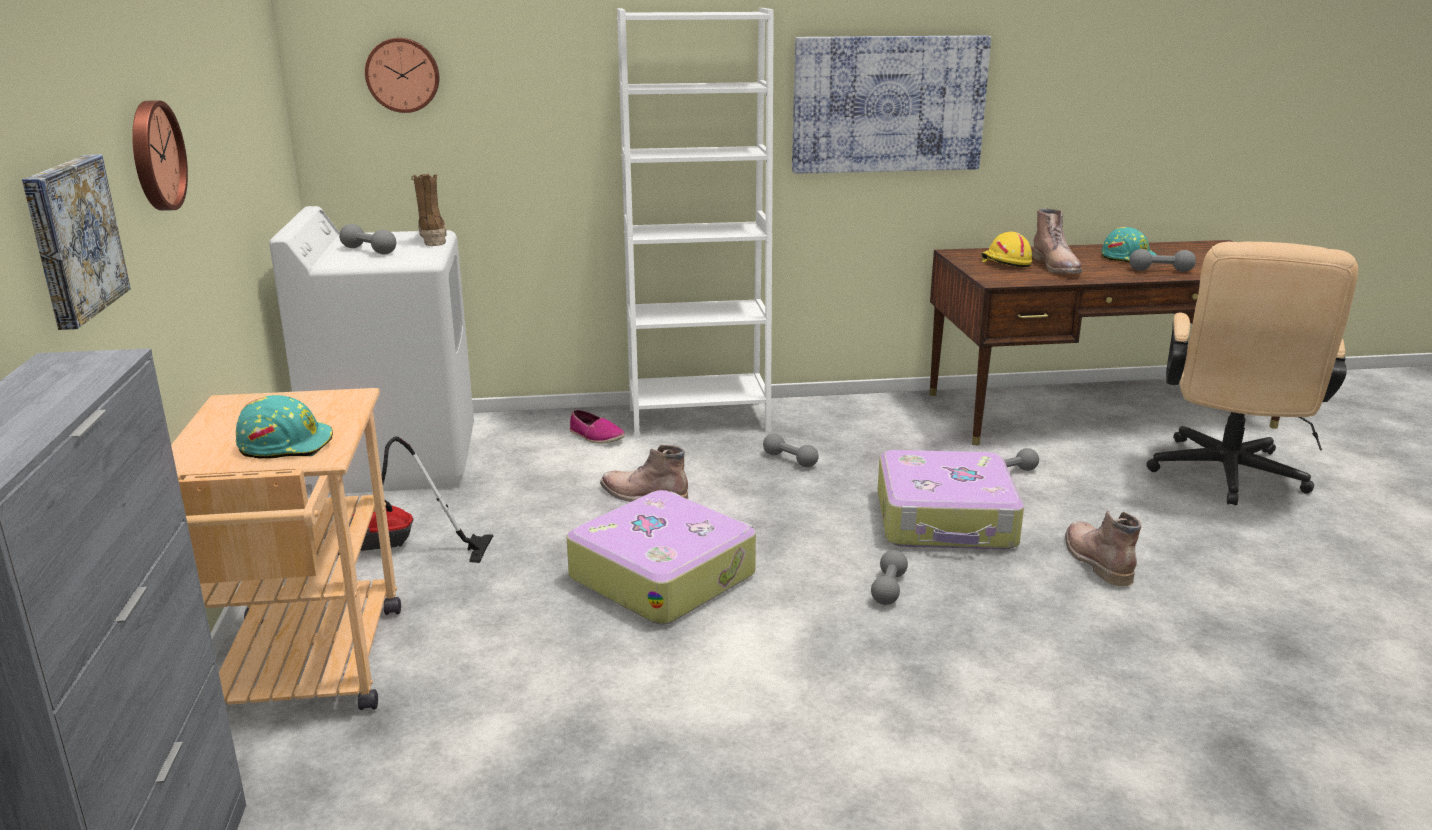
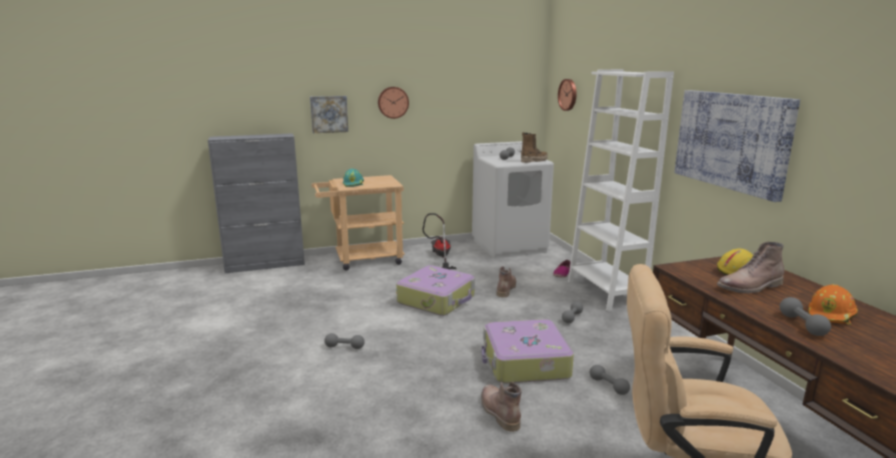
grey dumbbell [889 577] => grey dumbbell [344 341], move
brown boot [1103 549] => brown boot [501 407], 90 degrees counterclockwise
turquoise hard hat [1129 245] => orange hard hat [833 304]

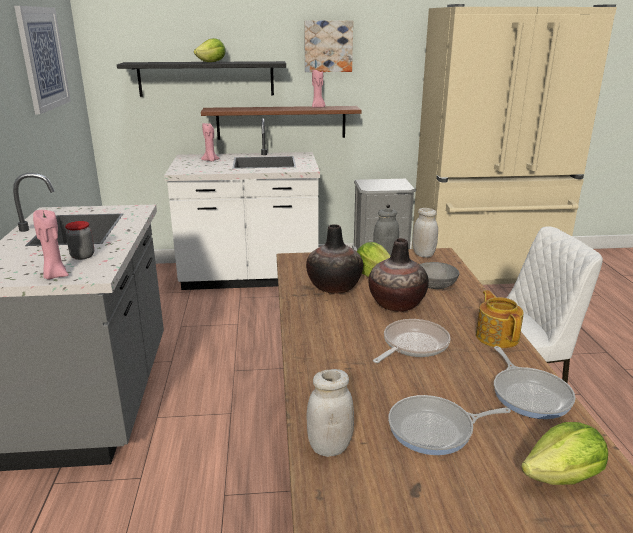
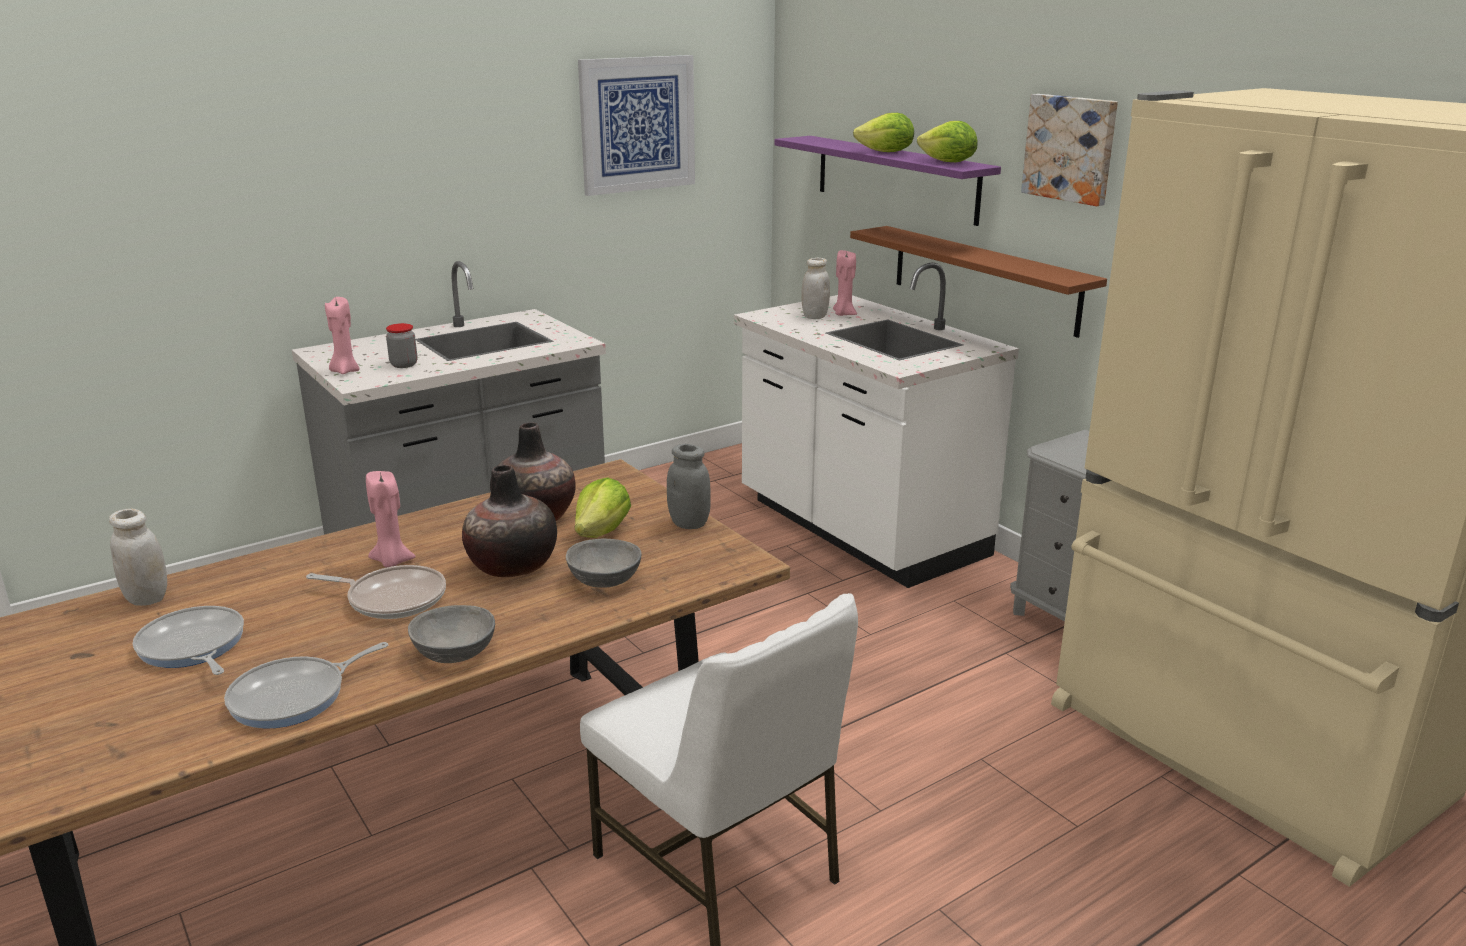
black shelf [201 79] => purple shelf [887 181]
pink candle [318 89] => pink candle [391 519], move
white jar [425 233] => white jar [815 288], move
teapot [500 319] => grey bowl [451 634]
lettuce [564 453] => lettuce [947 141], move

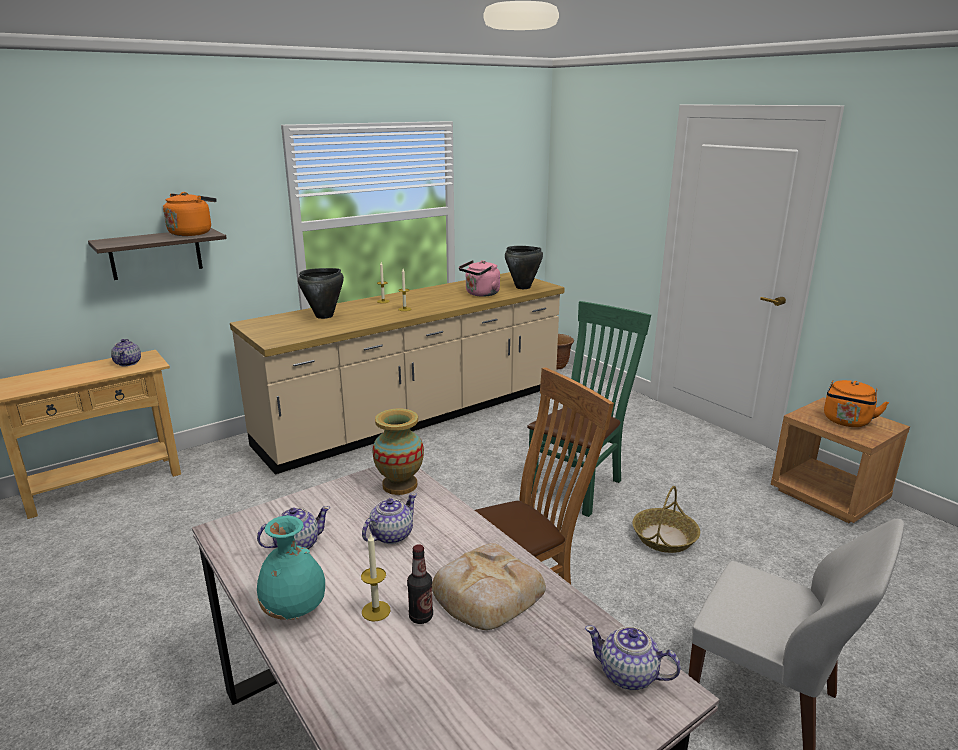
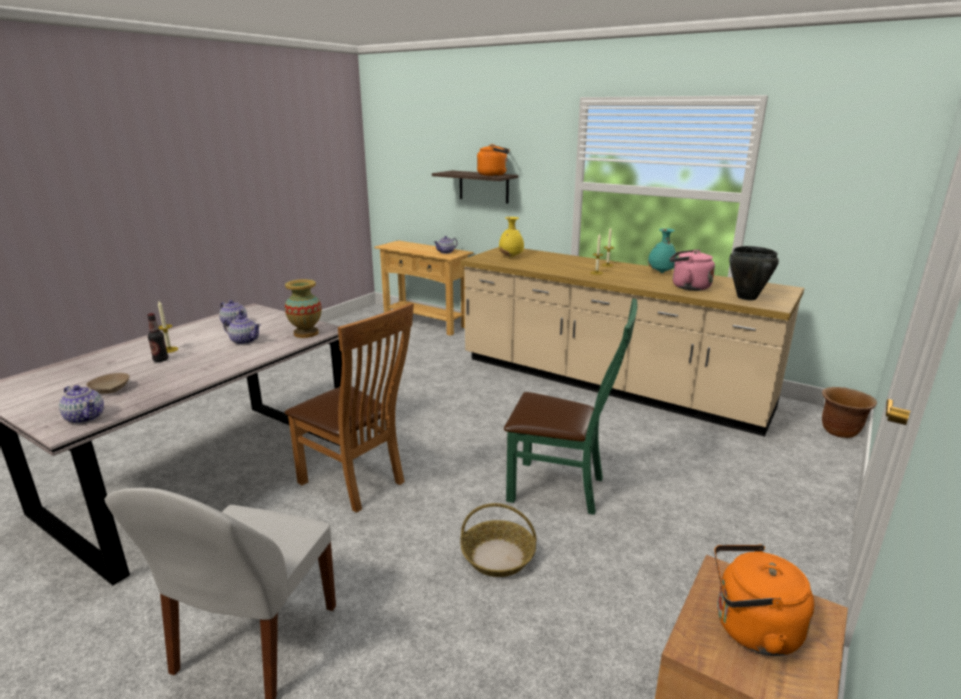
turquoise vase [291 567] => turquoise vase [662 250], move
black cooking pot [321 293] => nothing
bread [489 586] => nothing
teapot [633 657] => teapot [81 404], 120 degrees clockwise
nothing => beige bowl [108 383]
nothing => yellow vase [511 237]

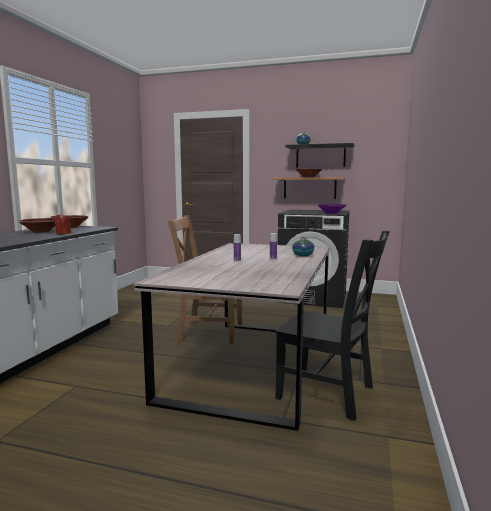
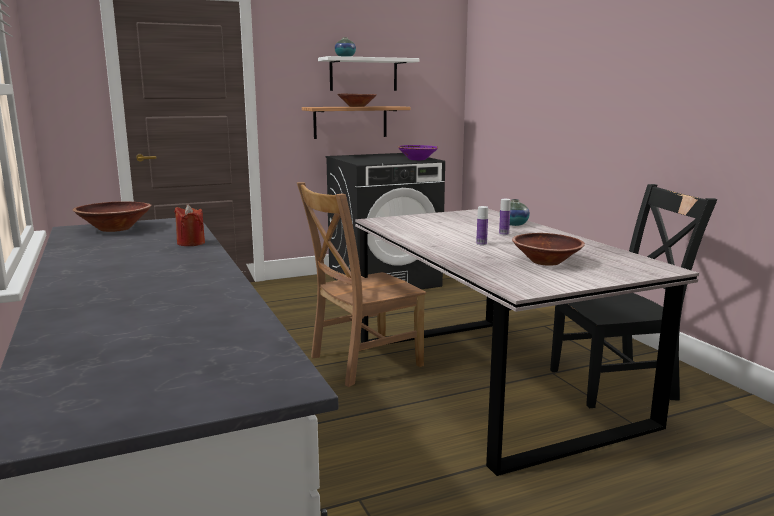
brown bowl [36 225] => brown bowl [548 249], move
black shelf [319 155] => white shelf [369 73]

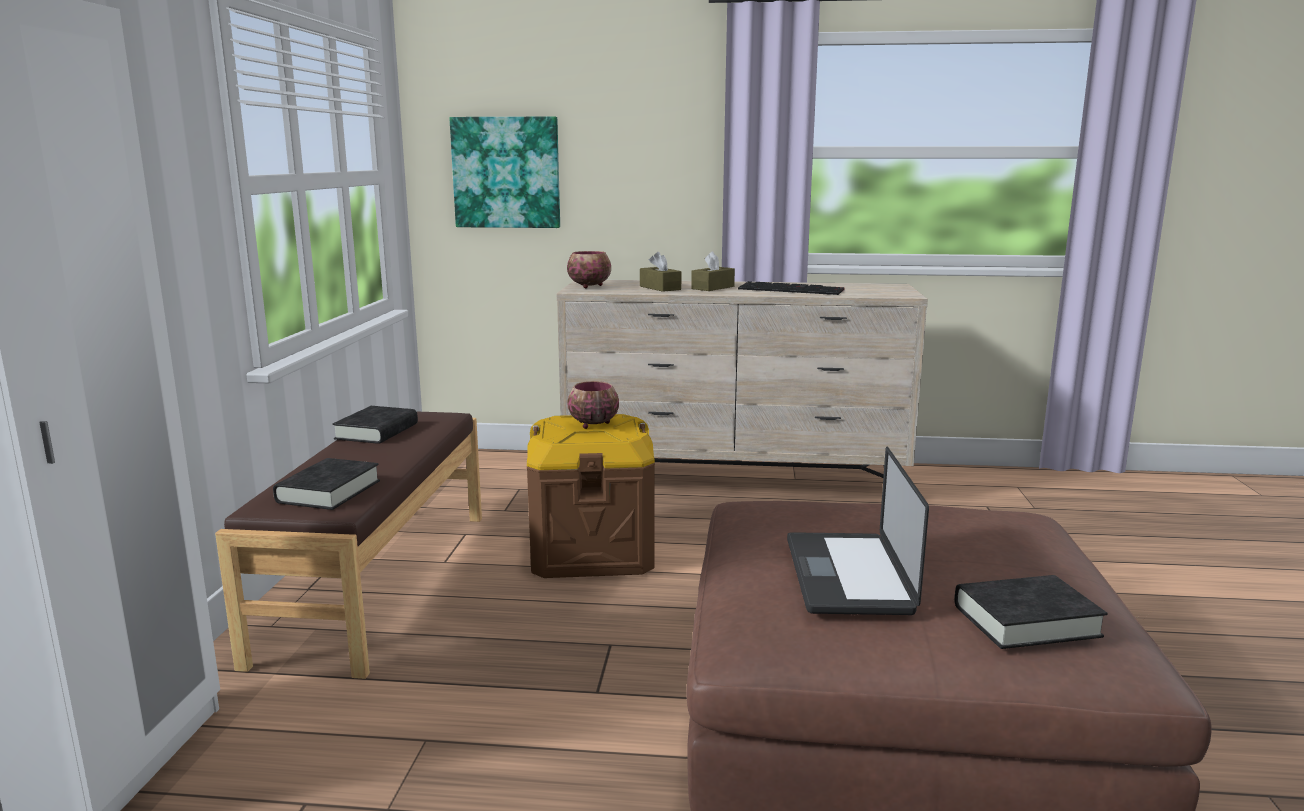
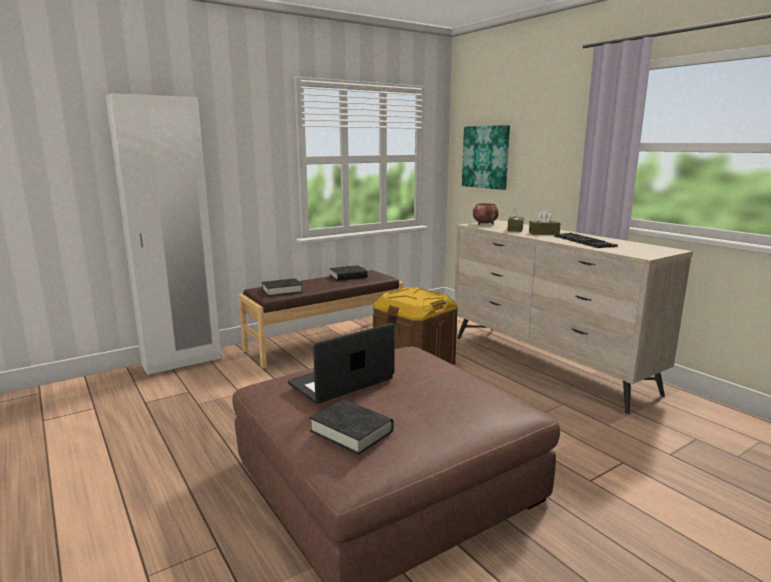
bowl [593 405] => nothing

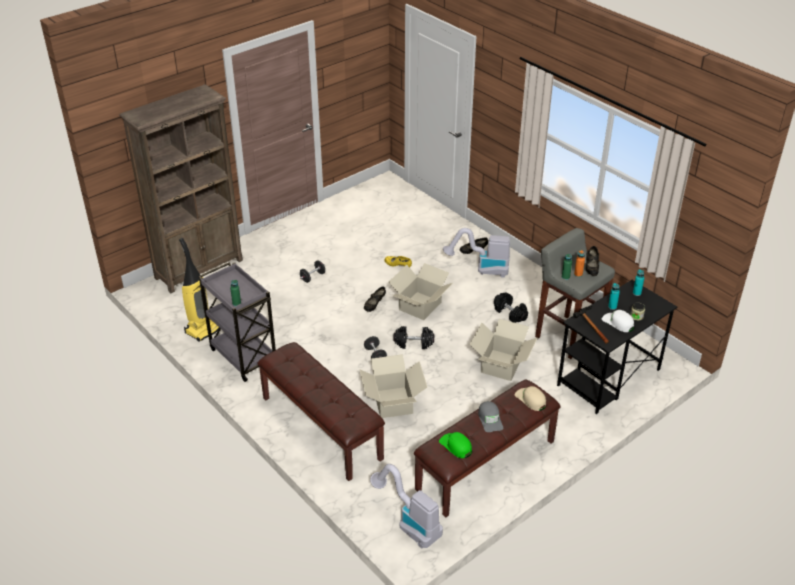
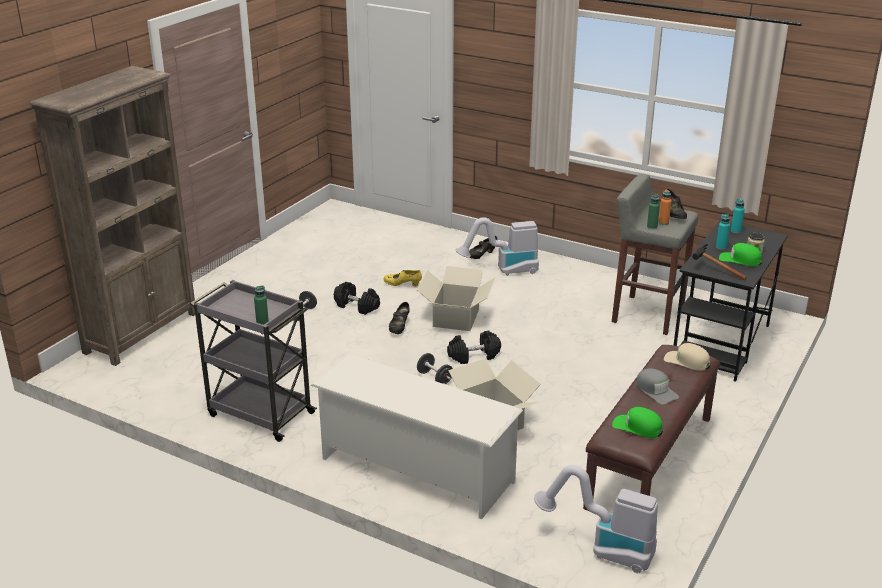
vacuum cleaner [199 290] => nothing
brown bench [321 411] => white shoe rack [417 436]
cardboard box [503 350] => nothing
black dumbbell [511 307] => black dumbbell [357 298], move
white cap [618 321] => green cap [740 254]

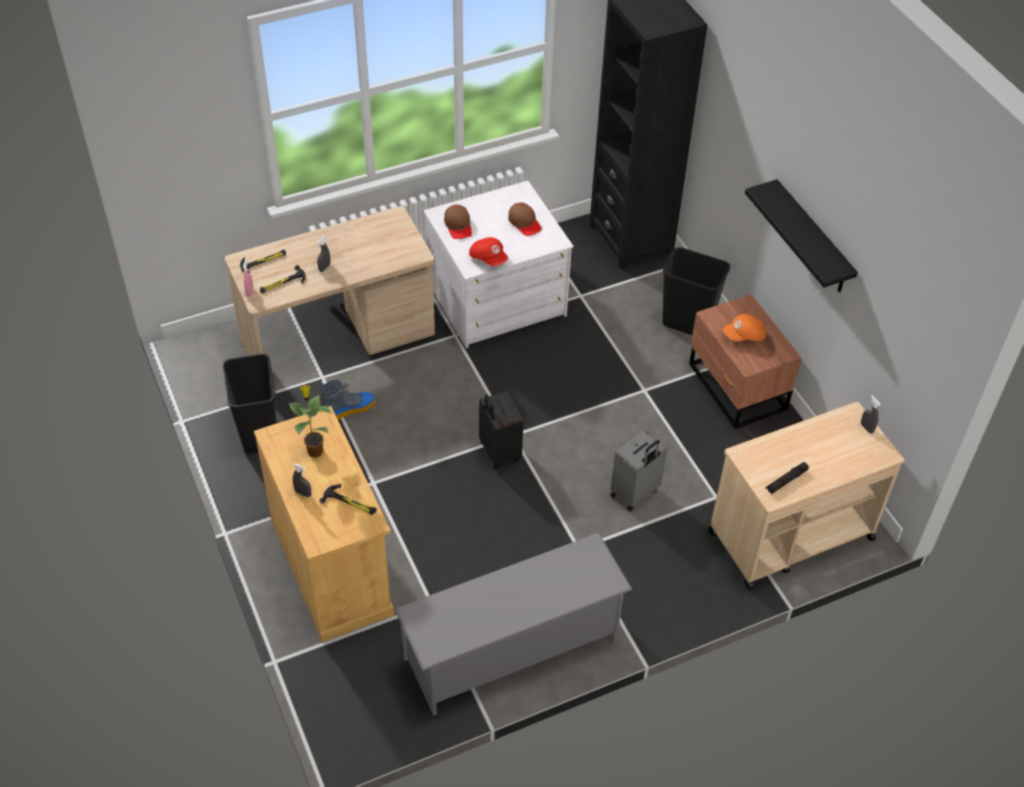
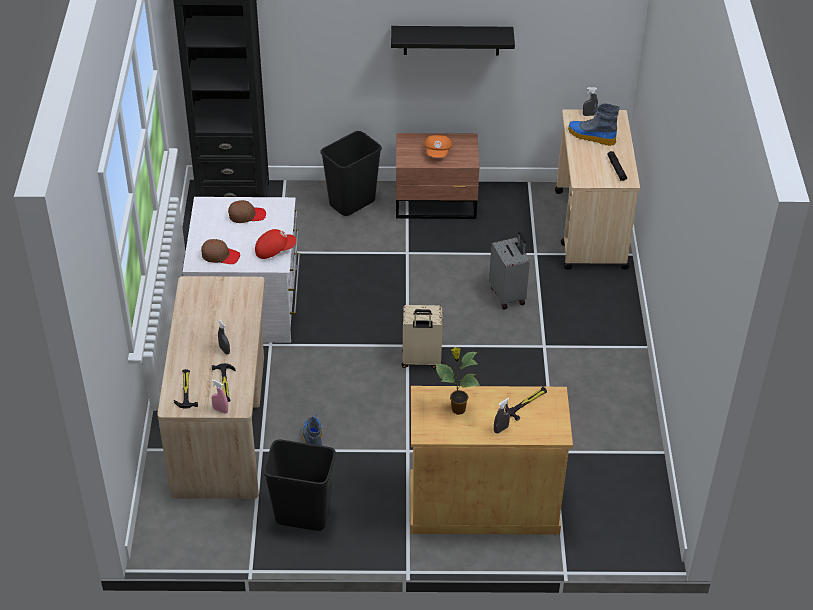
grey shoe rack [513 624] => nothing
black suitcase [501 429] => beige suitcase [422 336]
nothing => boot [594 124]

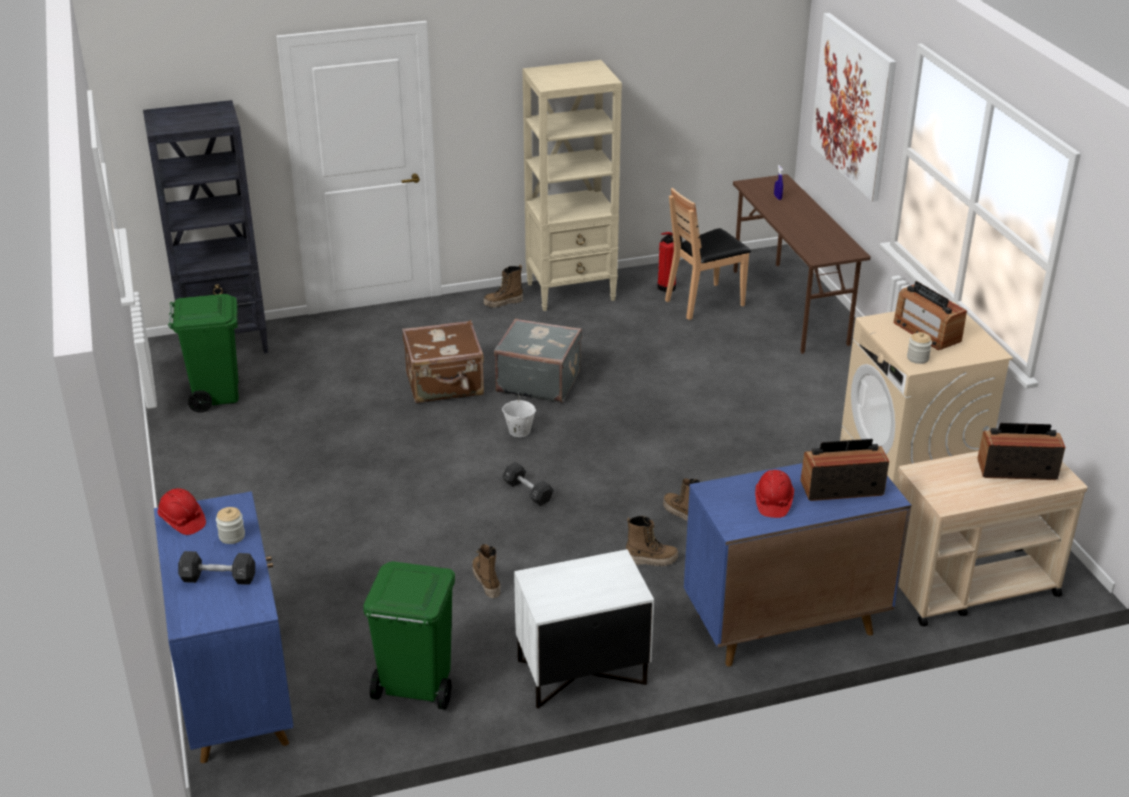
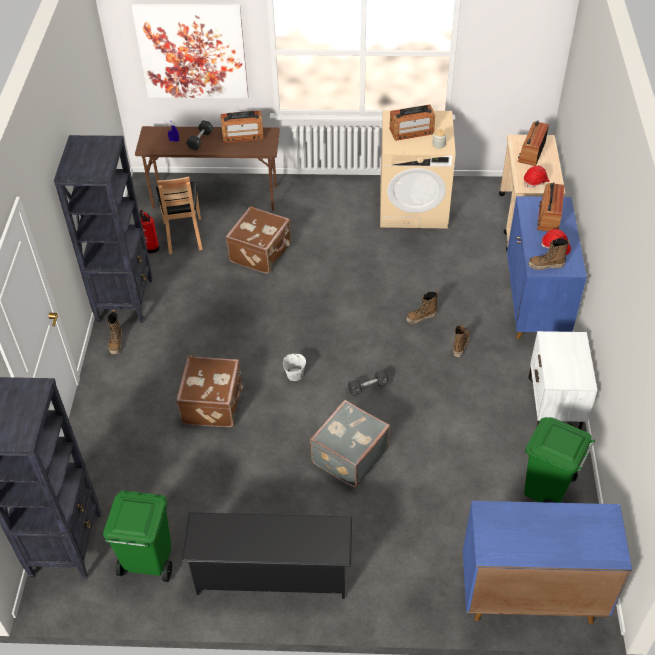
red hard hat [182 511] => red hard hat [537 177], move
black dumbbell [216 568] => black dumbbell [199 135], move
jar [230 525] => nothing
boot [486 571] => boot [549 254], move
grey suitcase [538 361] => grey suitcase [350 444], move
beige bookcase [572 185] => black bookcase [103 229]
nothing => black shoe rack [266 555]
nothing => radio [242 127]
nothing => brown suitcase [258 240]

